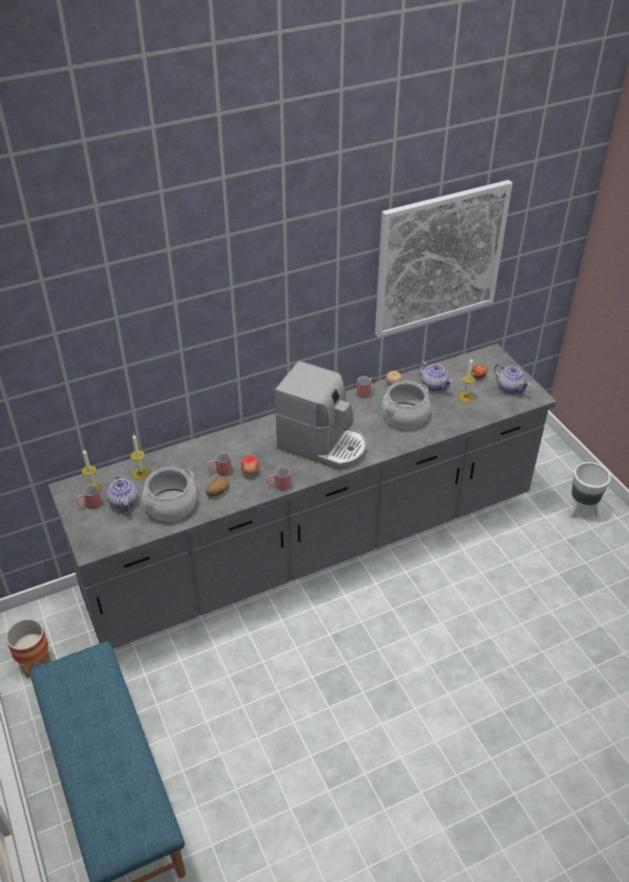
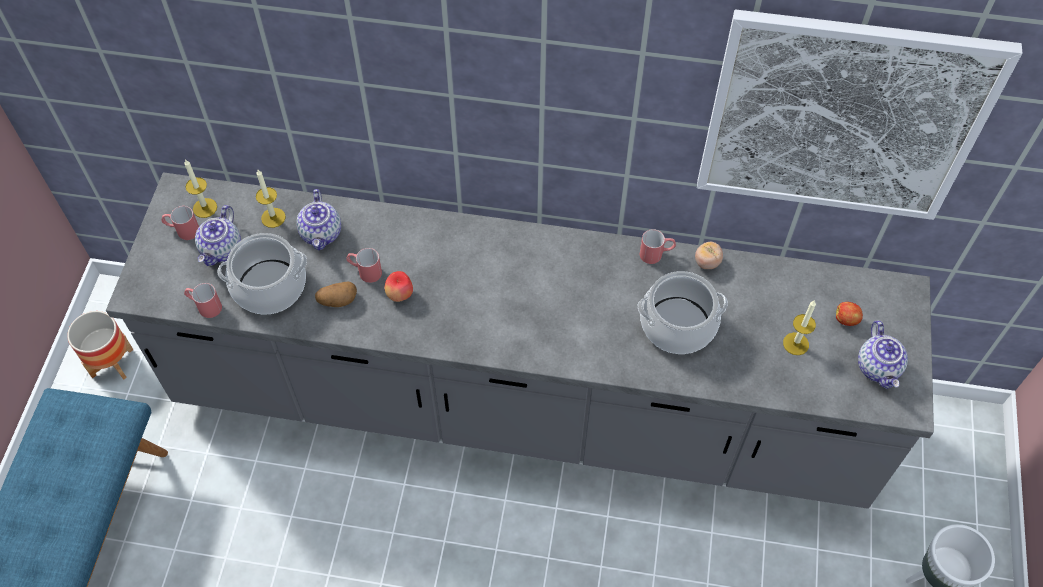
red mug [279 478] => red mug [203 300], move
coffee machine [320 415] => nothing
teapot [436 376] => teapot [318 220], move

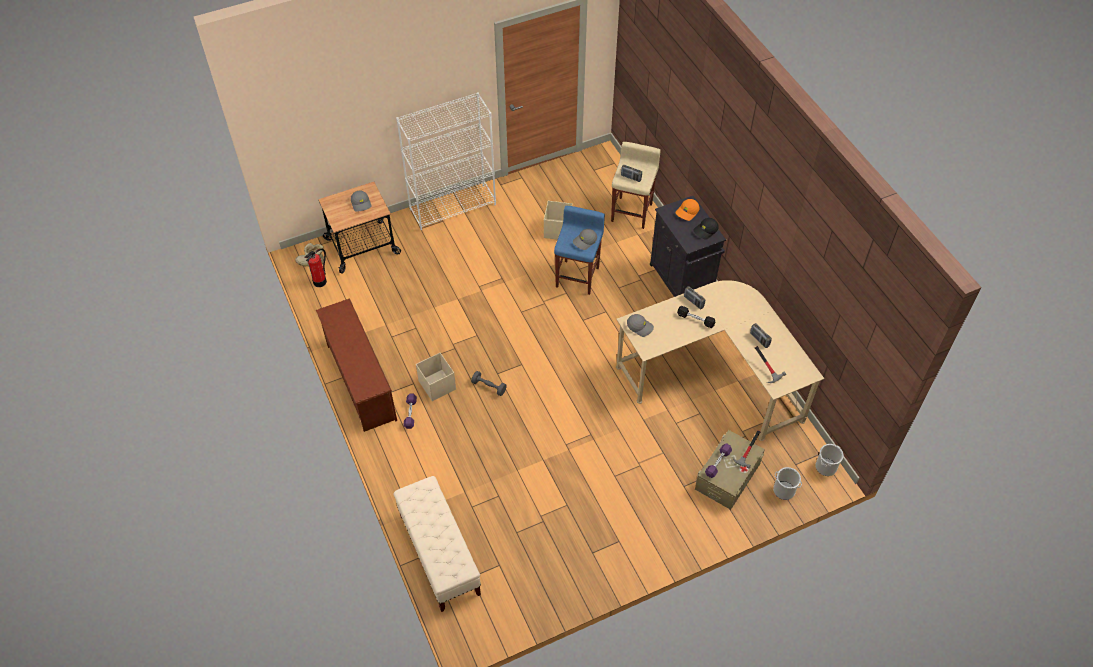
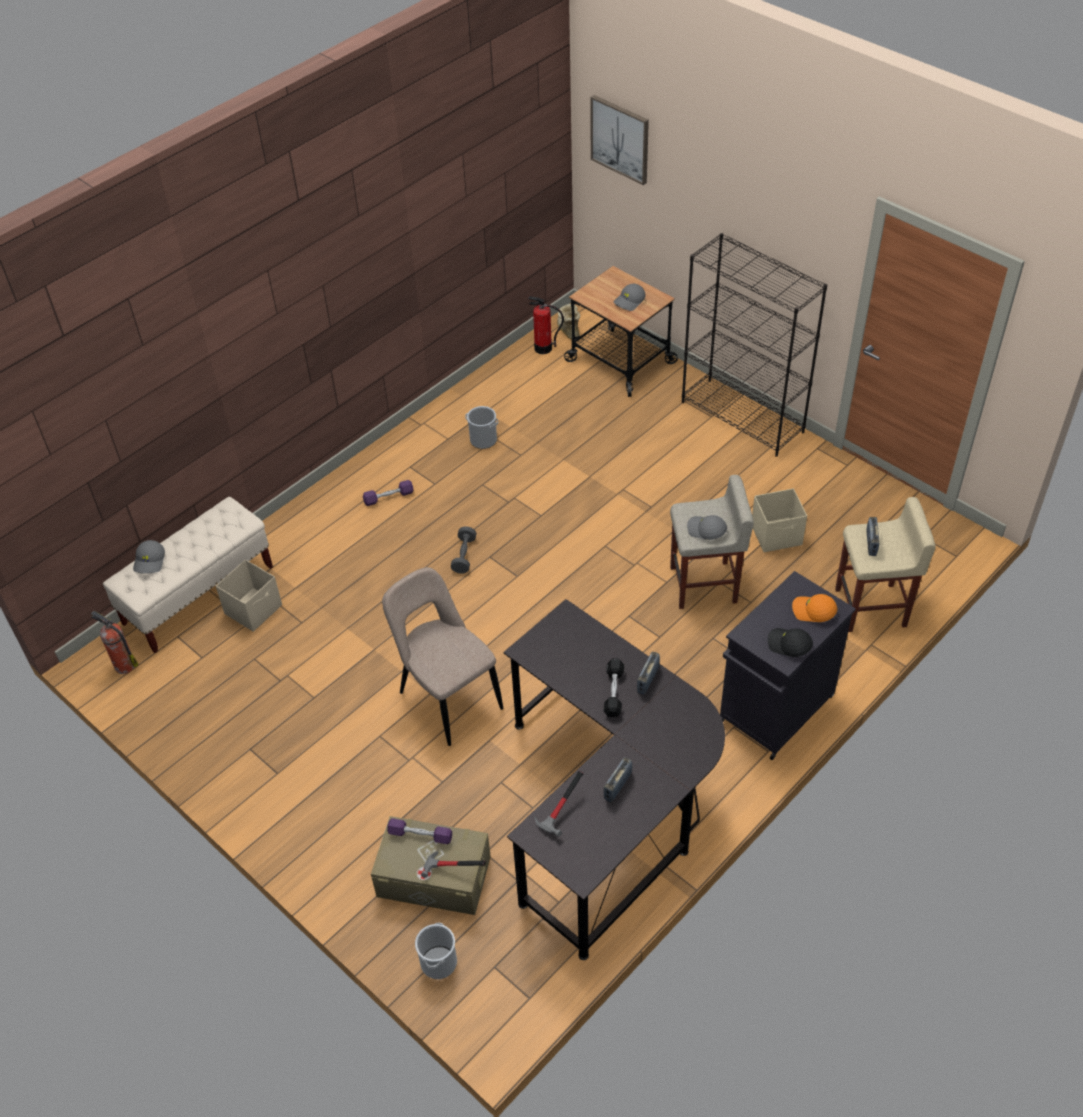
brown shoe rack [356 365] => nothing
white bookcase [446 161] => black bookcase [754 345]
beige storage box [436 377] => beige storage box [249 596], move
blue stool [579 250] => beige stool [712 542]
beige desk [720 360] => black desk [614 779]
grey cap [640 325] => grey cap [149 557], move
bucket [829 460] => bucket [481 427], move
nothing => fire extinguisher [114 642]
nothing => beige chair [442 656]
nothing => picture [619 140]

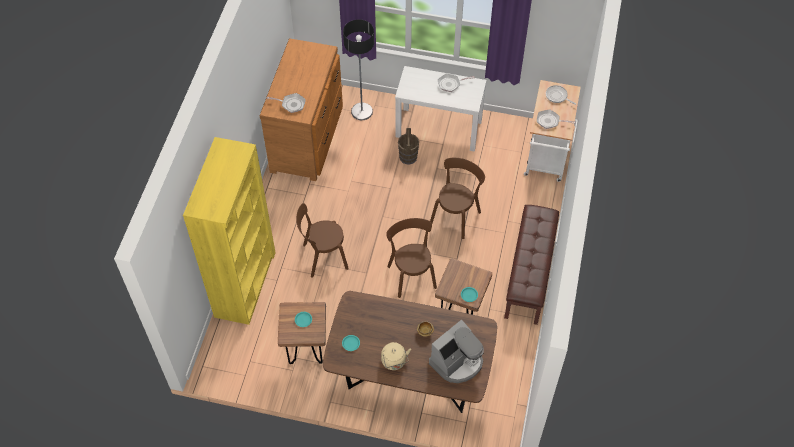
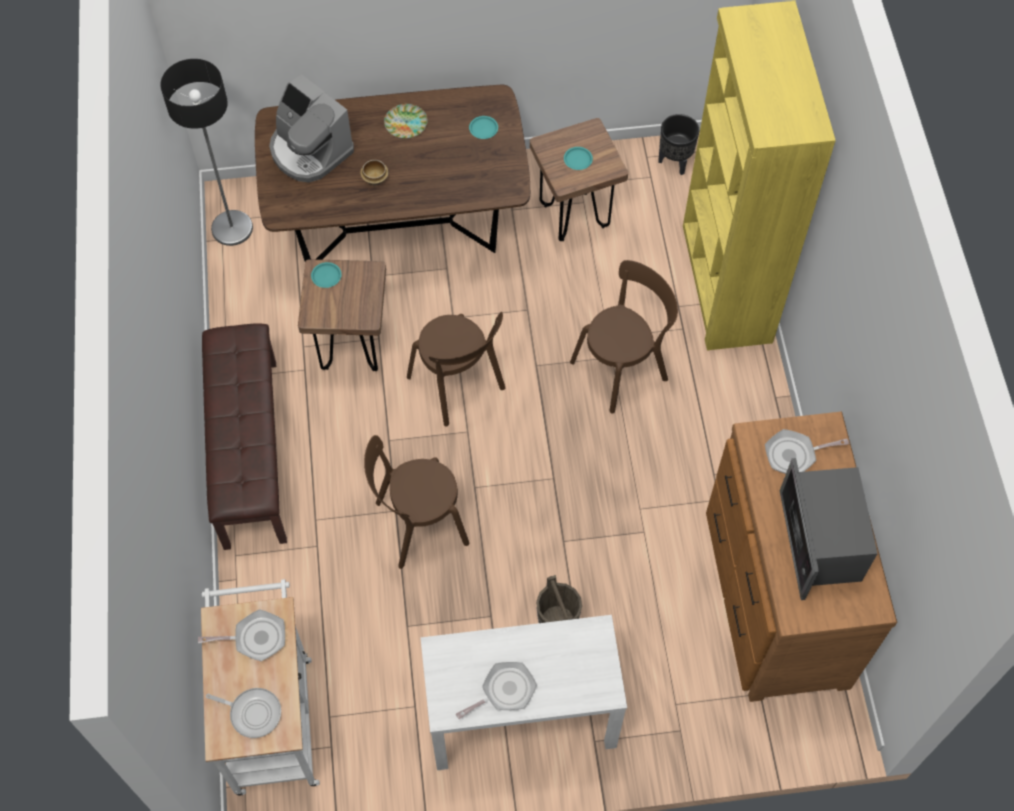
floor lamp [358 70] => floor lamp [206 152], move
beige kettle [396 356] => plate [406 121]
coffee machine [456 351] => coffee machine [311 128], 75 degrees counterclockwise
brown chair [457 198] => brown chair [416 502], 60 degrees clockwise
nothing => black planter [678 144]
nothing => microwave [828 529]

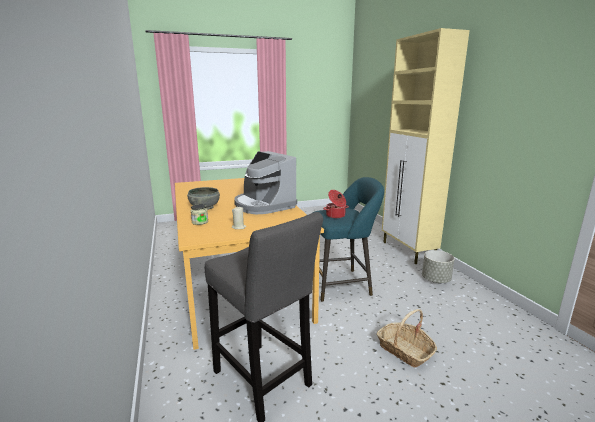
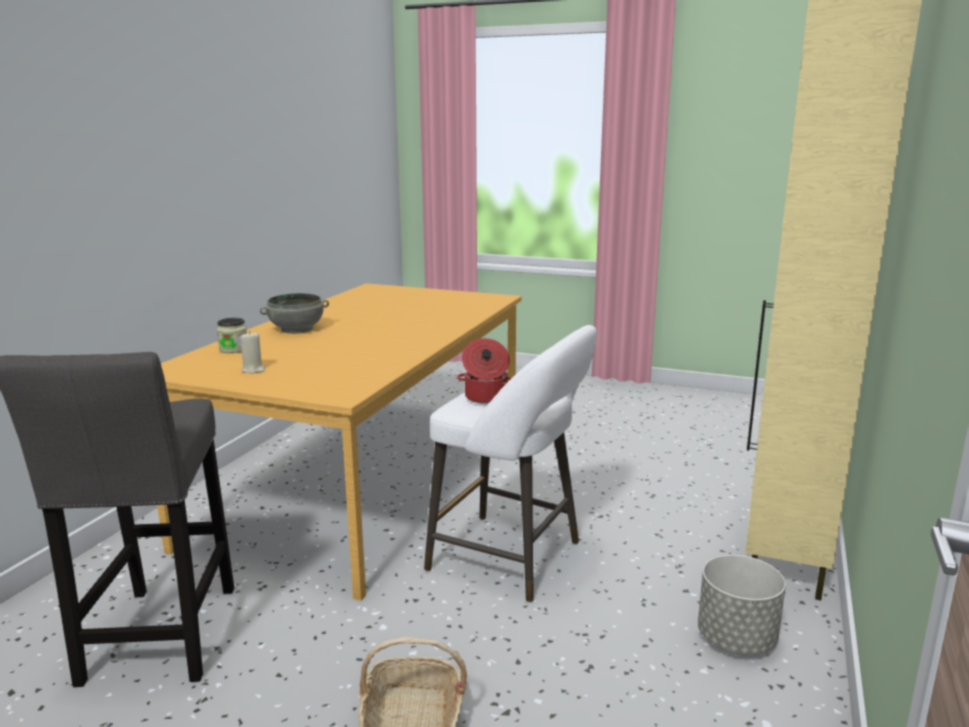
coffee machine [265 182] => nothing
turquoise stool [348 239] => white stool [510 464]

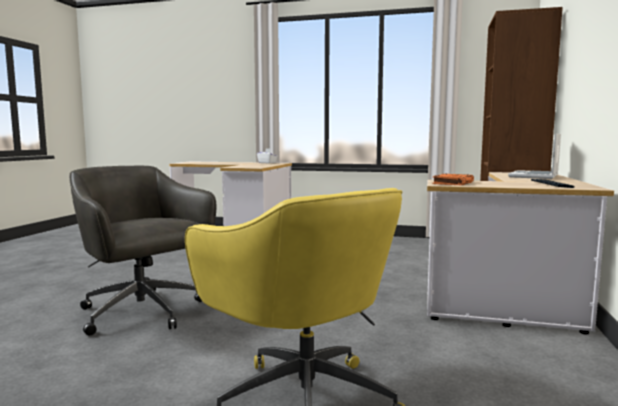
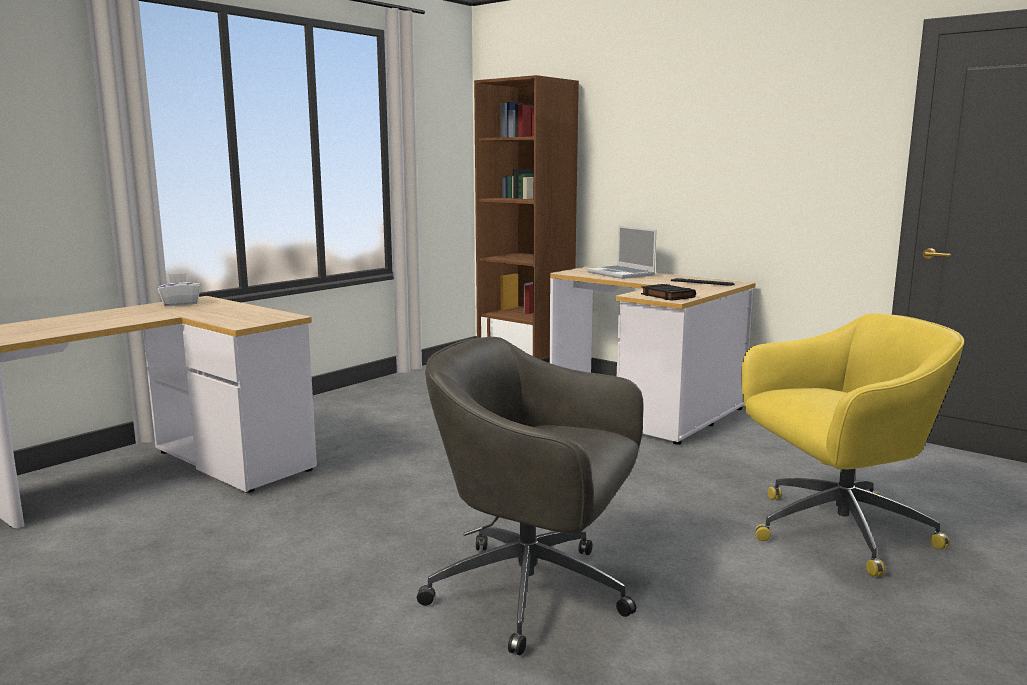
grey office chair [142 250] => grey office chair [530 496], 45 degrees clockwise
orange book [453 179] => black book [668 292]

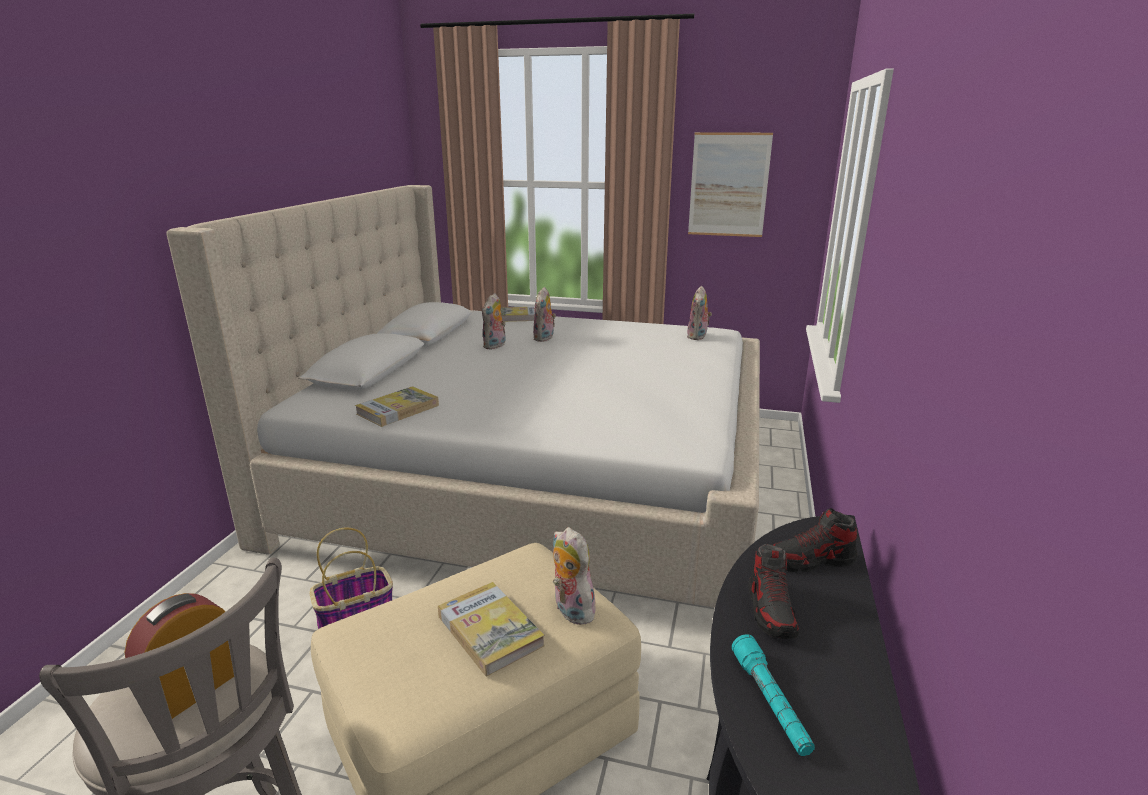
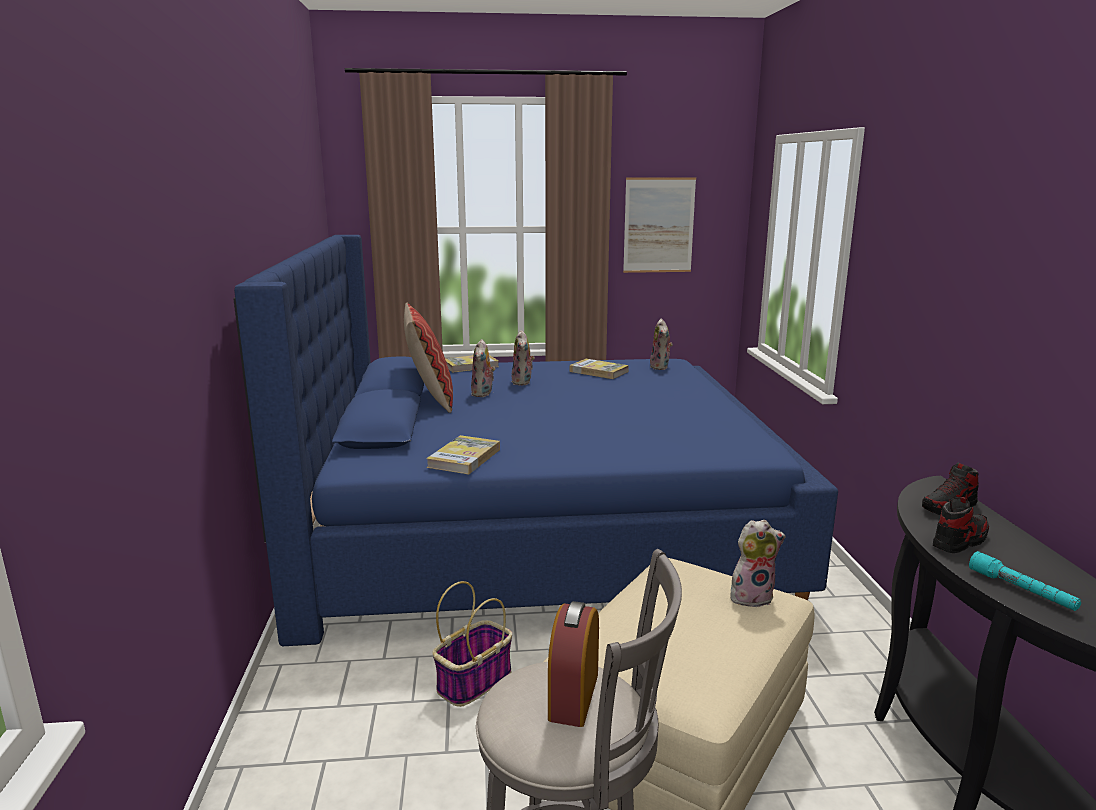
beige bed [463 396] => blue bed [535 440]
book [491 629] => book [599 369], move
plush toy [574 576] => plush toy [757 564], 135 degrees clockwise
shoe [773 591] => shoe [961 525], 105 degrees counterclockwise
nothing => pillow [428 357]

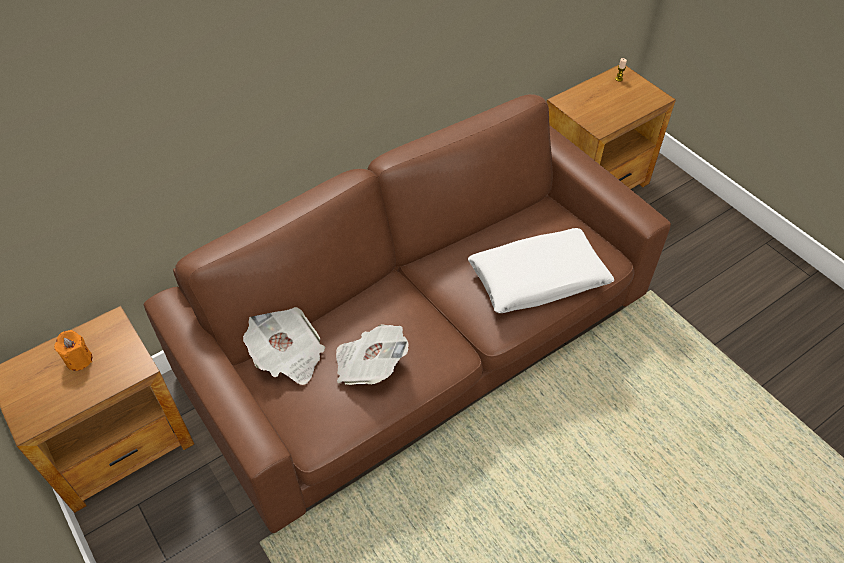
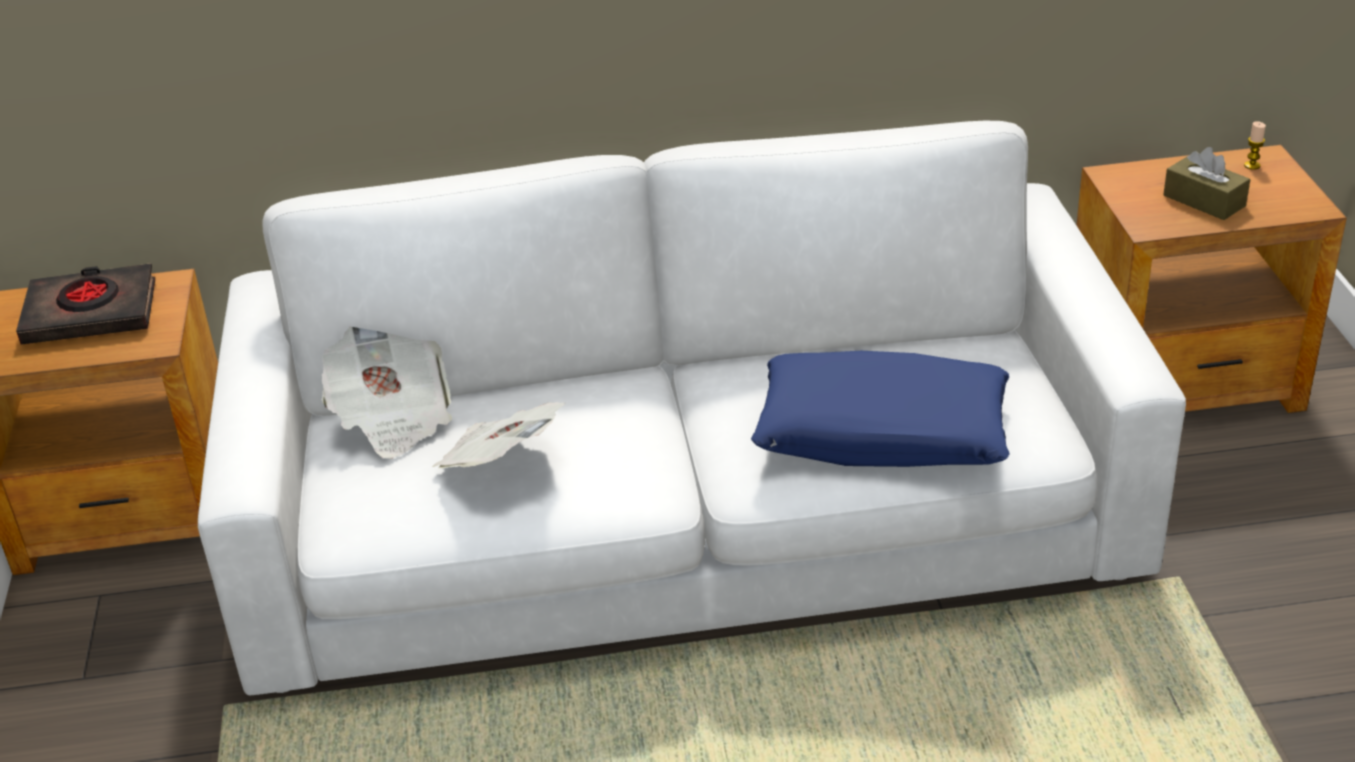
orange candle [73 350] => black book [85 304]
brown sofa [407 313] => white sofa [692 408]
white pillow [541 270] => blue pillow [880 409]
nothing => brown tissue box [1206 183]

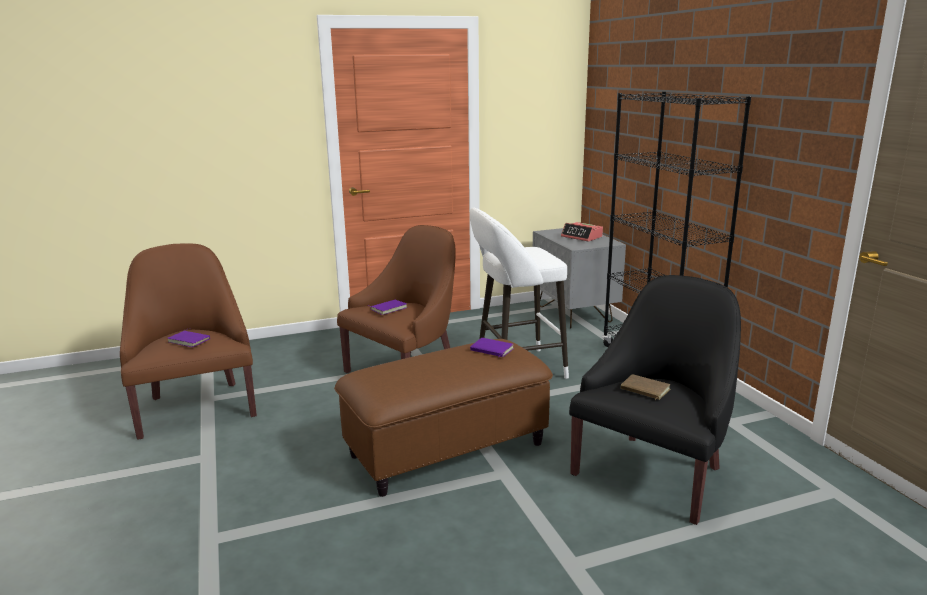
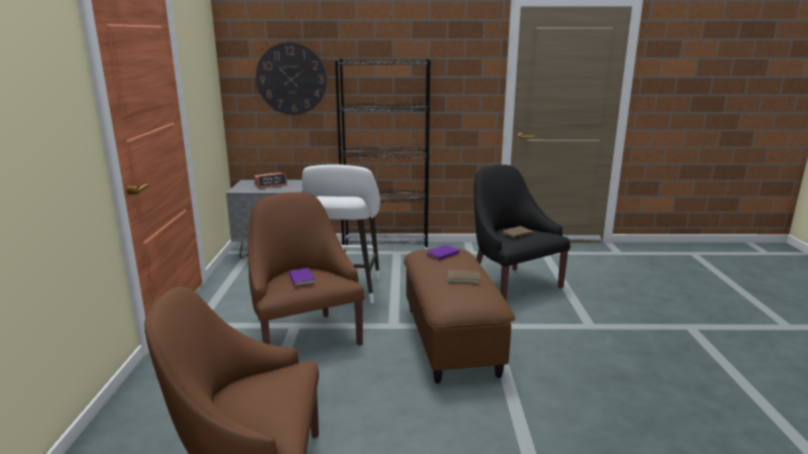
purple book [189 339] => nothing
nothing => wall clock [291 78]
nothing => brown book [463 276]

